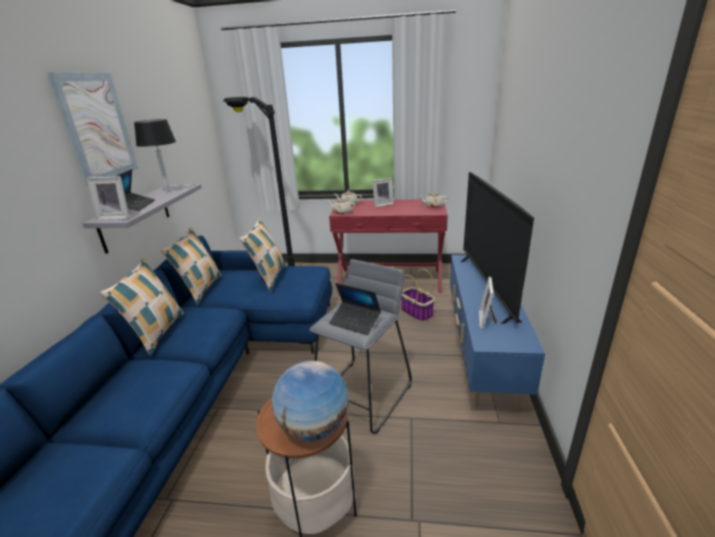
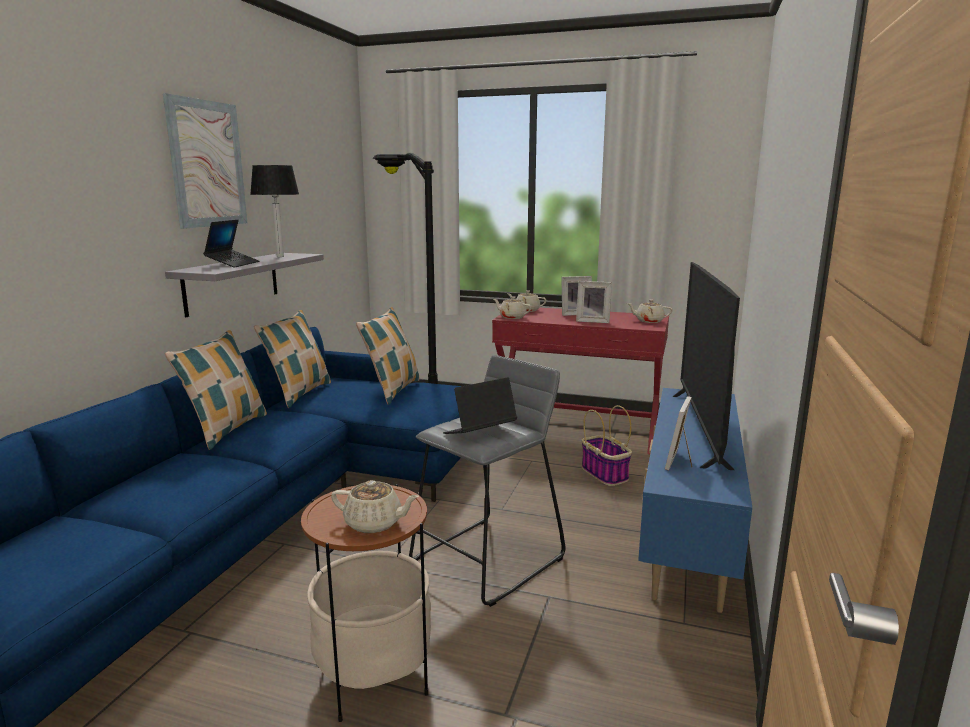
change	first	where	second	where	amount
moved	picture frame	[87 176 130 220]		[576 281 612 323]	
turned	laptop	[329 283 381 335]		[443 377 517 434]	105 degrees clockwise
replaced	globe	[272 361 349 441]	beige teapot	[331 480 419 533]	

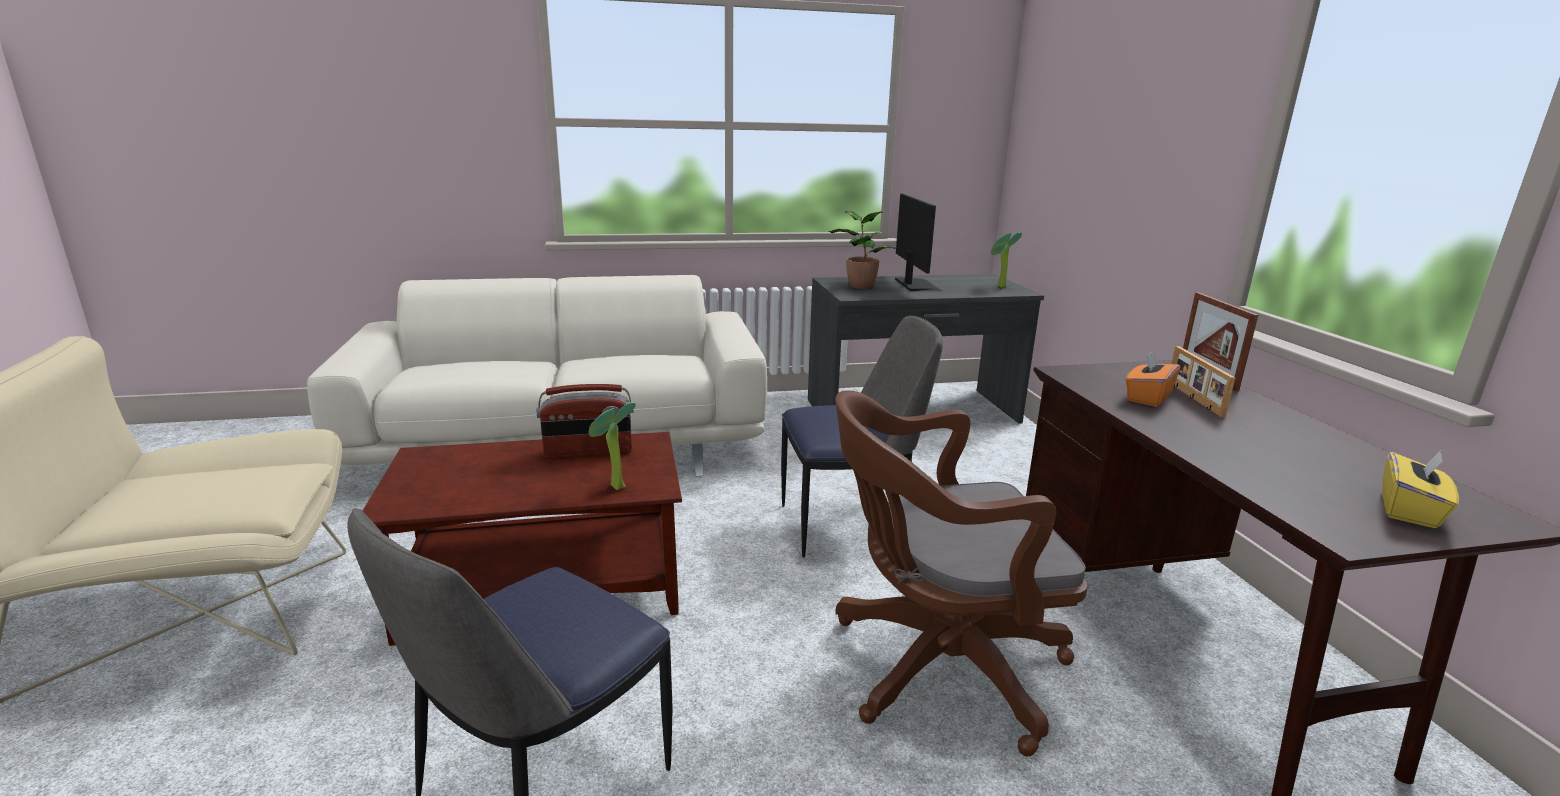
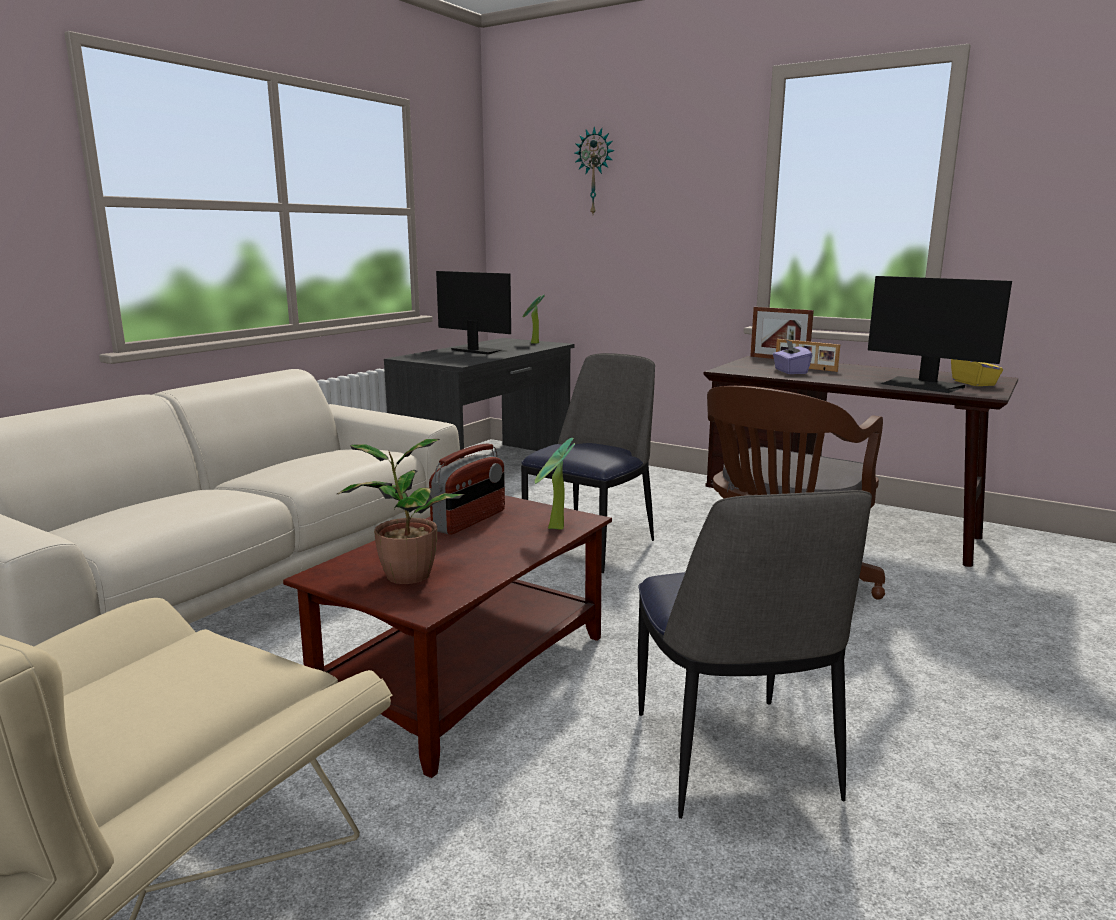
change	first	where	second	where	amount
moved	potted plant	[829 211 895 289]		[336 439 465 584]	
recoloured	orange tissue box	[1125 350 1180 407]	purple tissue box	[773 340 812 374]	
added			wall clock	[575 126 615 214]	
added			monitor	[868 276 1012 393]	

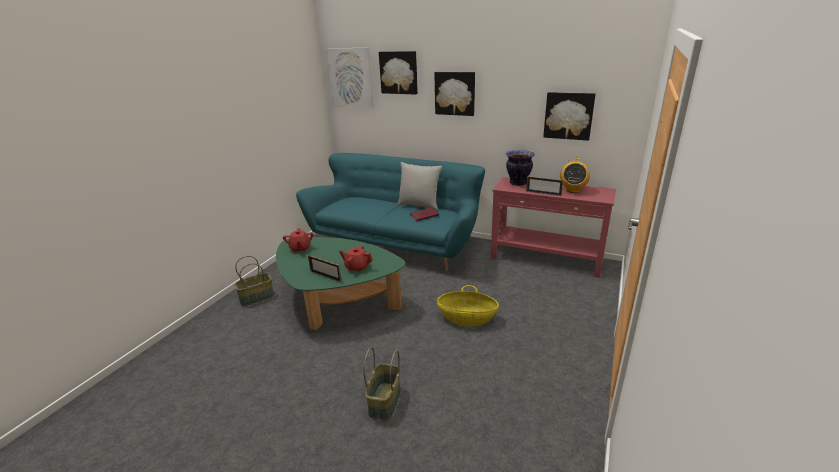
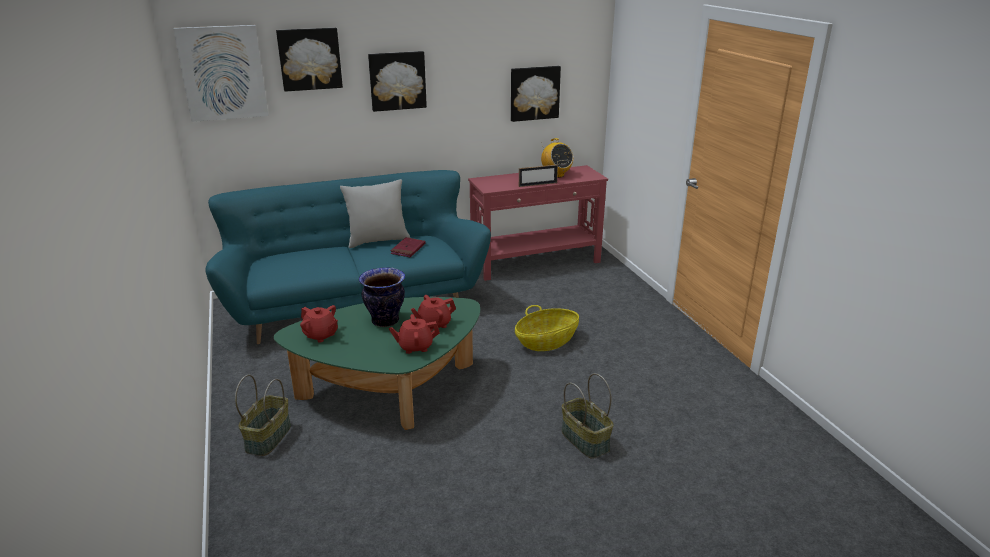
change	first	where	second	where	amount
moved	vase	[506 150 535 186]		[359 267 405 327]	
replaced	picture frame	[308 255 342 282]	red teapot	[389 314 440 354]	

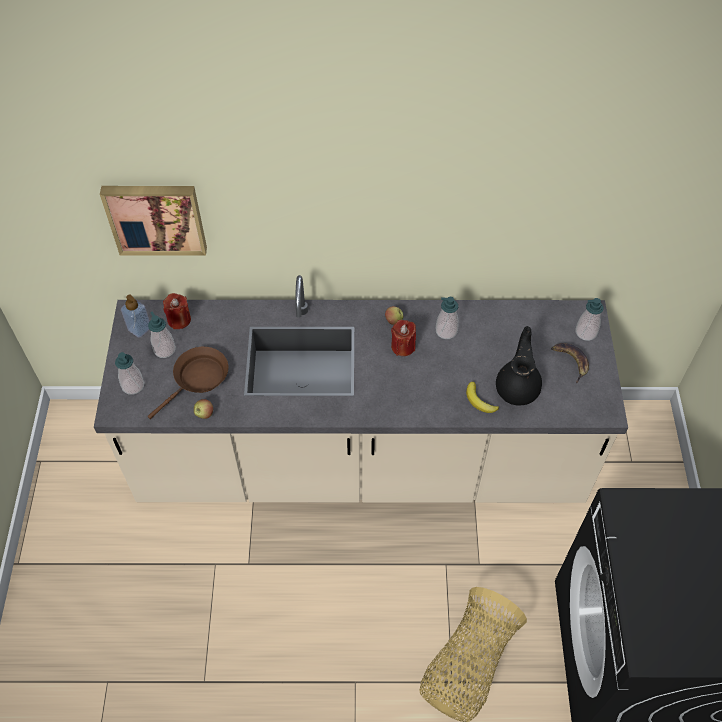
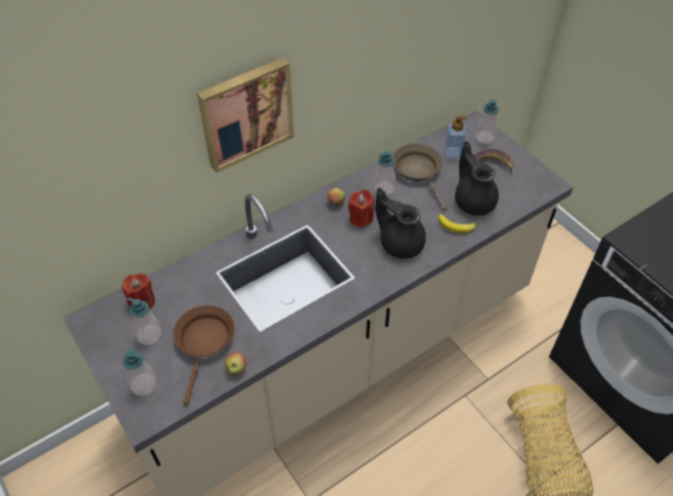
change	first	where	second	where	amount
moved	picture	[100 186 207 256]		[197 58 294 173]	
moved	soap dispenser	[121 295 150 338]		[444 115 467 159]	
added			brown frying pan	[393 144 447 211]	
added			black teapot	[375 188 426 259]	

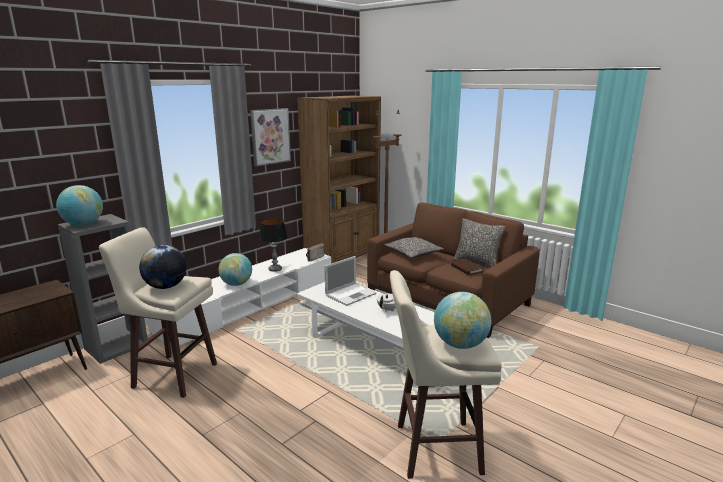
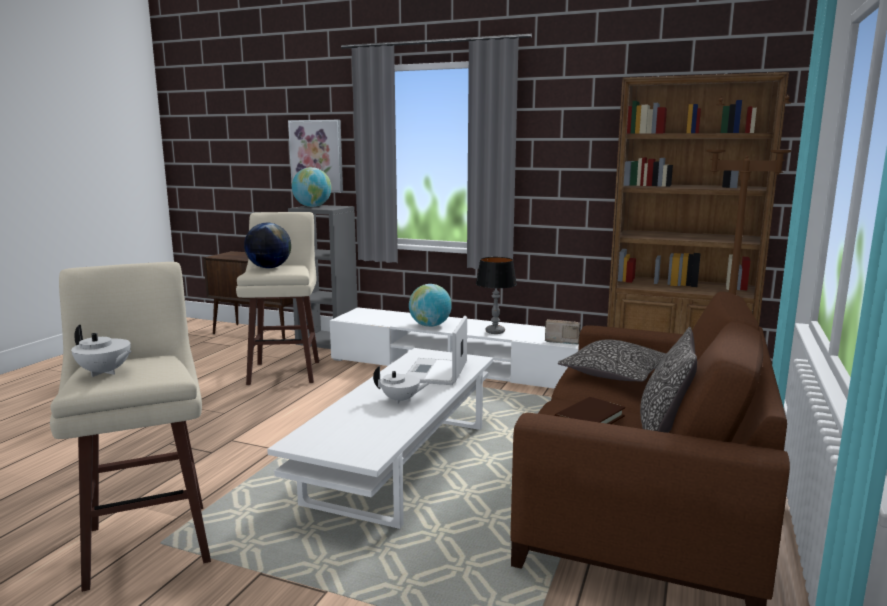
change	first	where	second	where	amount
moved	picture	[250 108 291 167]		[288 120 343 193]	
turned	laptop	[324 256 376 306]		[406 316 467 385]	75 degrees clockwise
replaced	globe	[434 292 491 349]	white teapot	[71 325 131 377]	

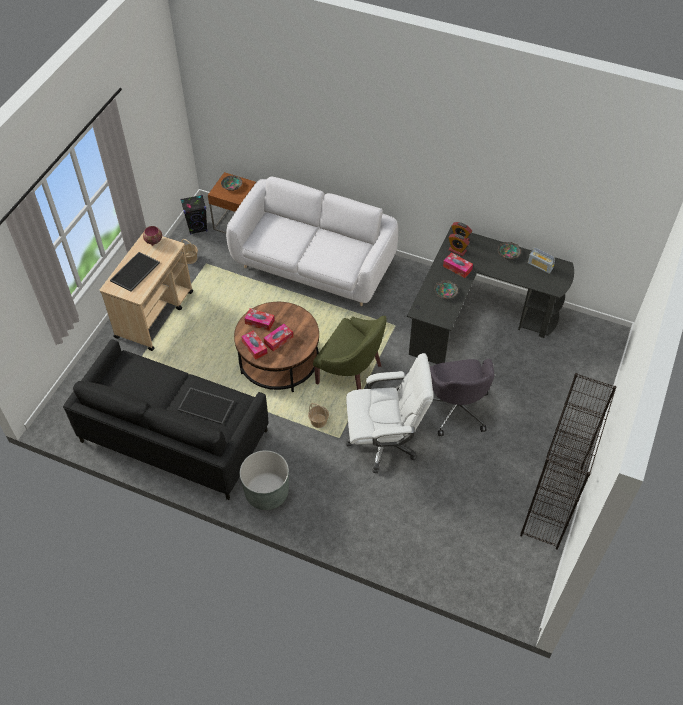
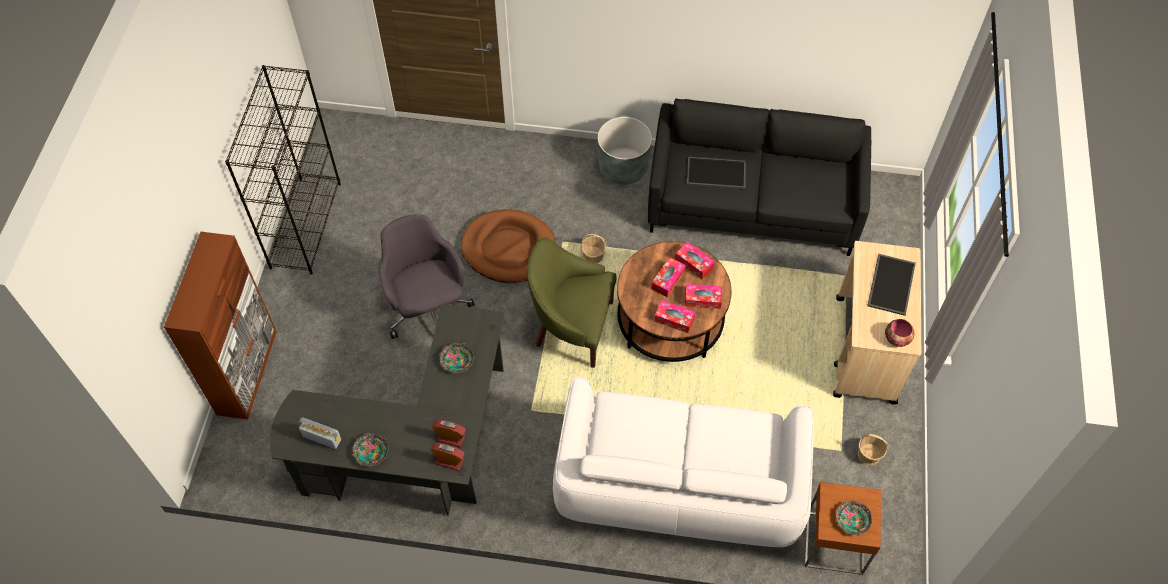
change	first	where	second	where	amount
removed	black speaker	[180 195 207 235]			
moved	tissue box	[443 253 473 278]		[654 300 696 333]	
replaced	white office chair	[346 353 433 473]	brown dog bed	[460 209 555 283]	
added			brown cabinet	[164 232 277 419]	

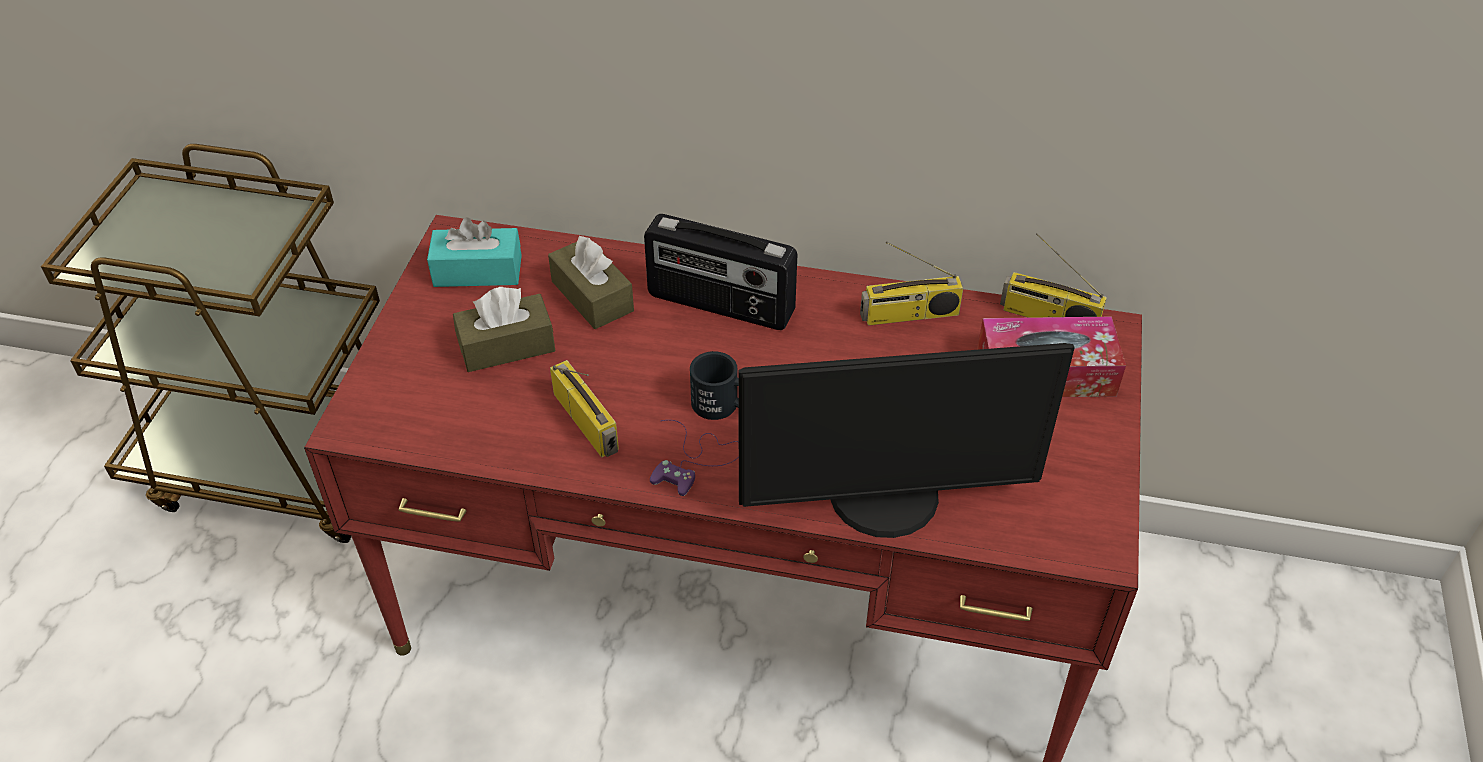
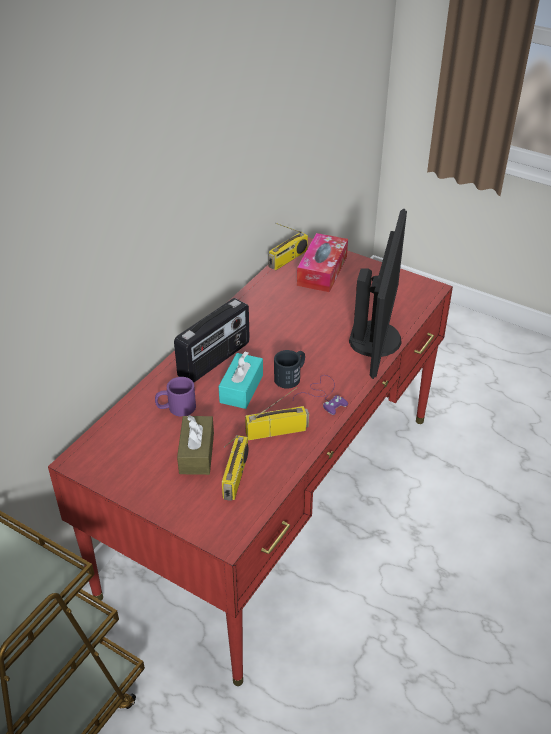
change	first	where	second	where	amount
moved	turquoise tissue box	[427 217 522 287]		[218 352 263 409]	
replaced	brown tissue box	[548 236 634 329]	purple mug	[155 377 196 417]	
moved	radio	[860 241 963 325]		[222 435 248 501]	

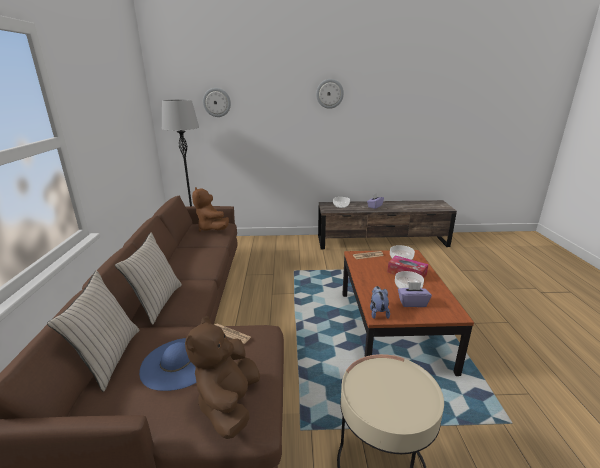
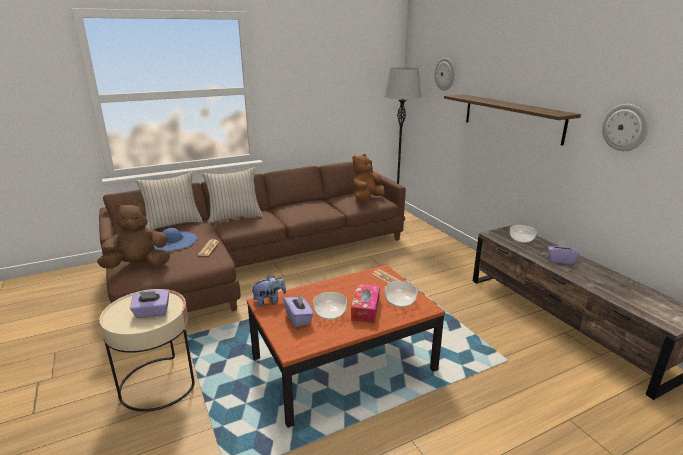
change	first	where	second	where	amount
moved	wall clock	[316 79 344 109]		[602 104 649 151]	
added			shelf	[444 94 581 146]	
added			purple tissue box	[130 289 169 318]	

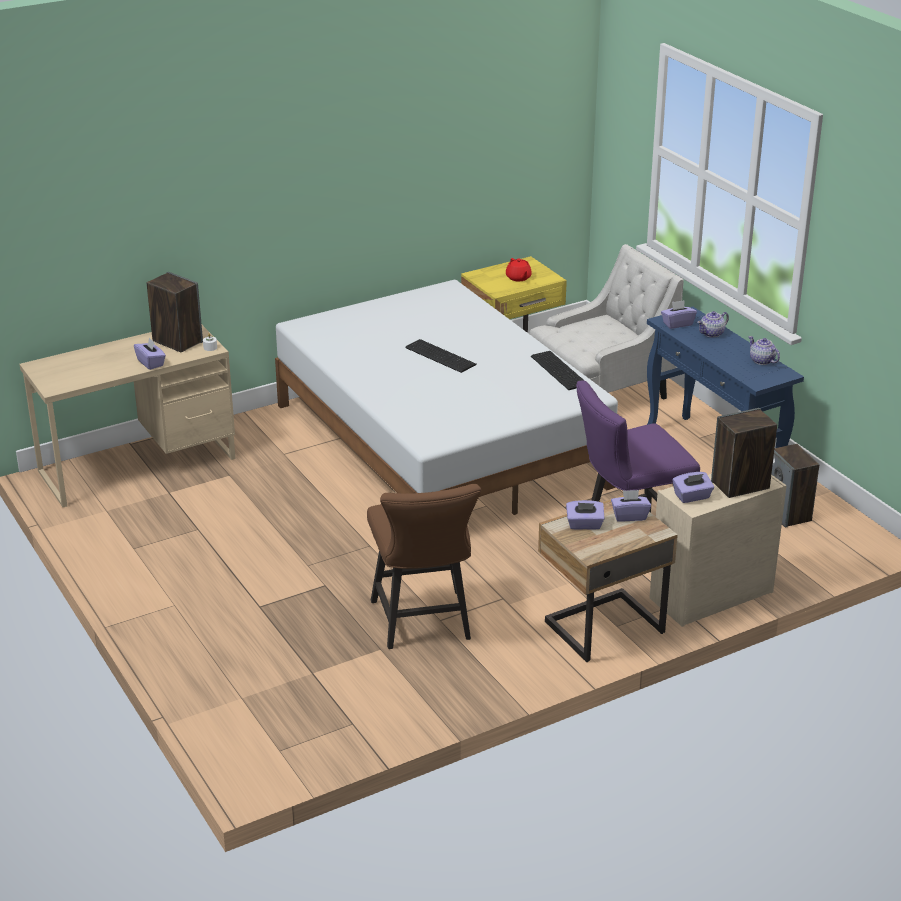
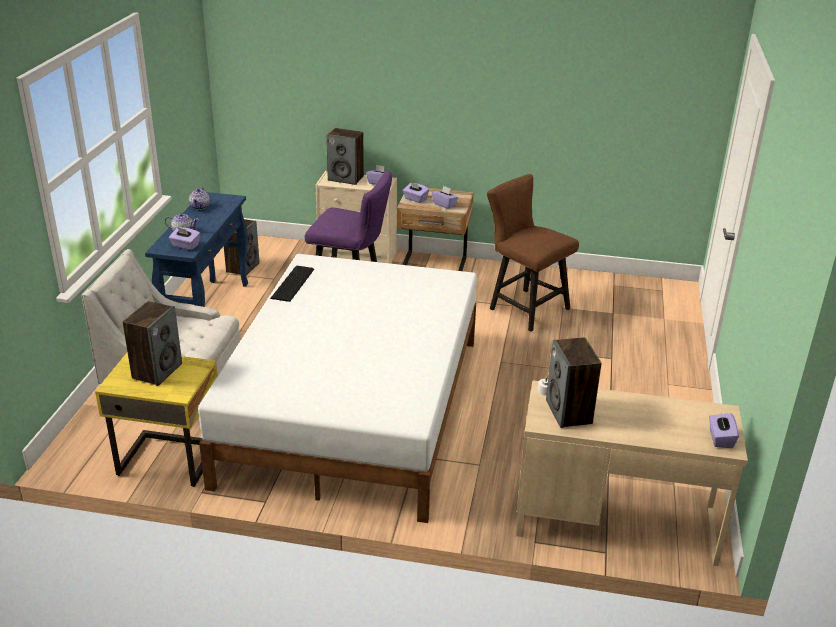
change	first	where	second	where	amount
replaced	red teapot	[506 258 532 281]	speaker	[123 301 182 386]	
moved	purple tissue box	[134 337 166 370]		[709 412 739 448]	
removed	keyboard	[405 339 477 373]			
turned	brown chair	[367 484 481 649]		[487 174 579 332]	75 degrees counterclockwise

